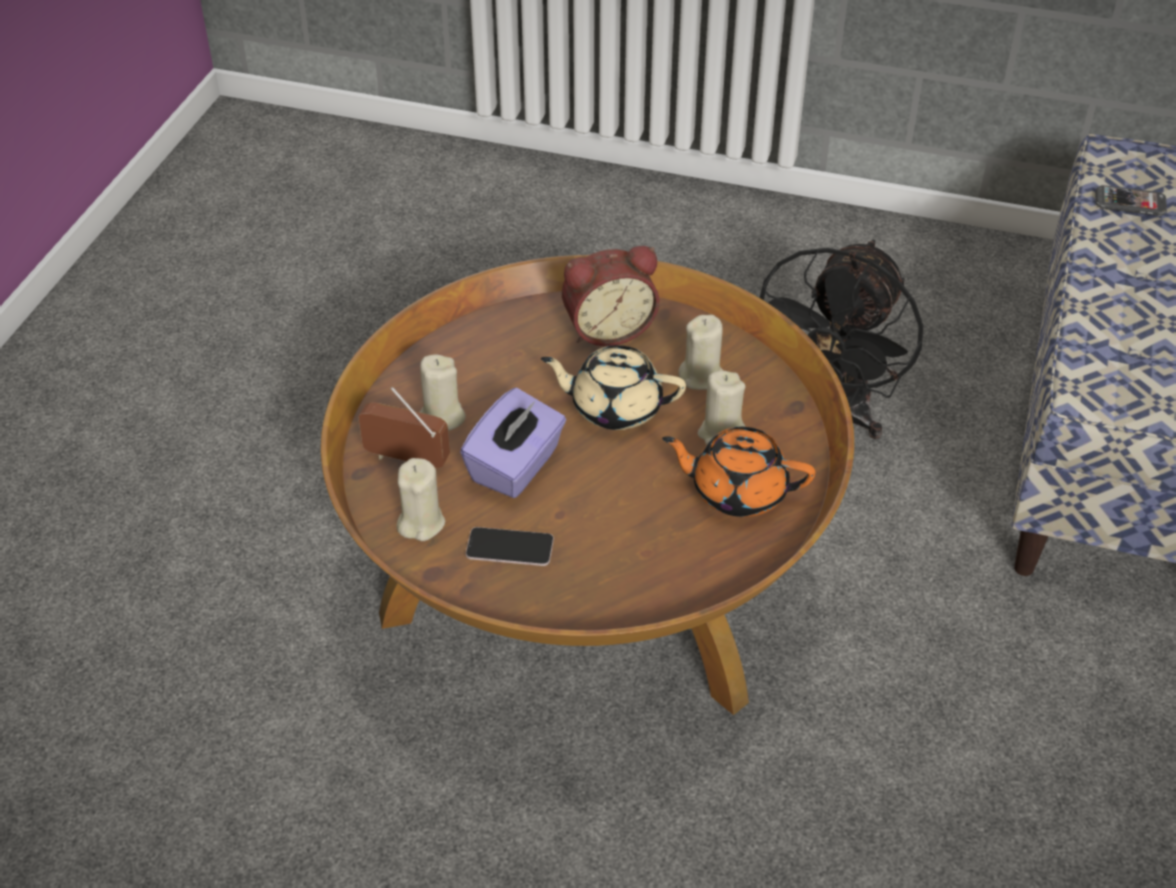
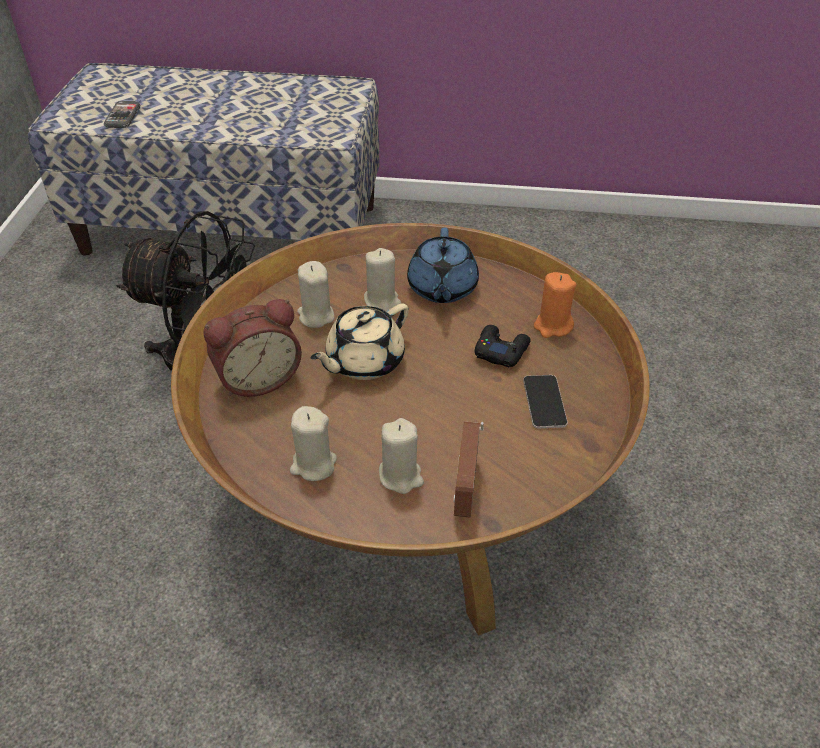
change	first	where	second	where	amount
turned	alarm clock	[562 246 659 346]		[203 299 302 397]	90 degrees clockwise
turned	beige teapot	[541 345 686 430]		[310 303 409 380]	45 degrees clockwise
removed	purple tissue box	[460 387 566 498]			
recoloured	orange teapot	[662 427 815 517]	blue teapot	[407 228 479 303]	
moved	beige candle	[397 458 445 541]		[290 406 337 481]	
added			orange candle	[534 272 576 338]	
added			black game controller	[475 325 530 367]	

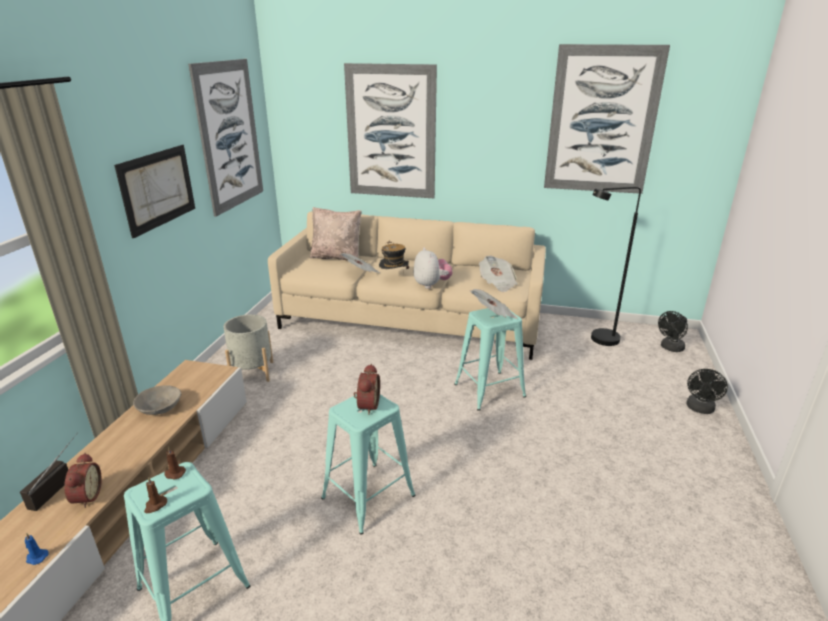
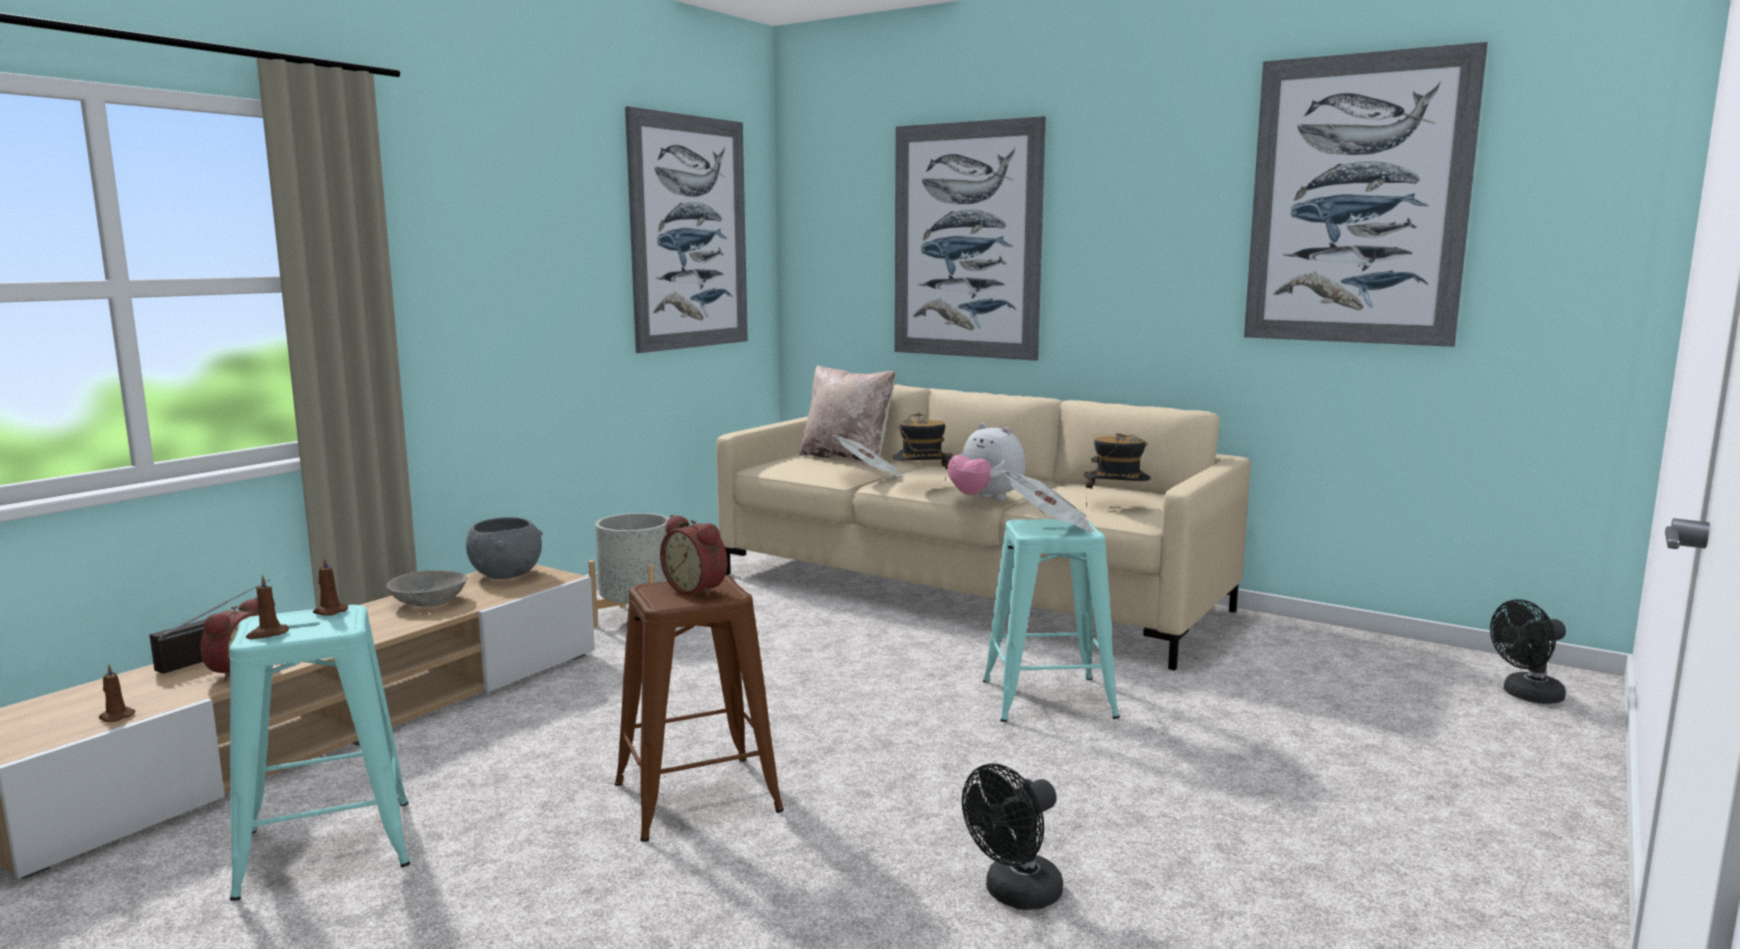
change	first	where	second	where	amount
removed	picture	[114 145 195 238]			
removed	black floor lamp	[591 187 641 346]			
turned	plush toy	[414 247 452 289]		[947 423 1025 500]	135 degrees clockwise
replaced	newspaper	[479 255 518 292]	hat	[1084 433 1151 508]	
turned	alarm clock	[354 364 380 415]		[660 515 727 598]	105 degrees clockwise
moved	black fan	[686 369 728 414]		[962 763 1063 910]	
recoloured	turquoise stool	[321 394 416 535]	brown stool	[615 575 784 842]	
recoloured	blue candle	[25 533 49 565]	brown candle	[99 664 135 722]	
added			grey bowl	[466 517 543 579]	

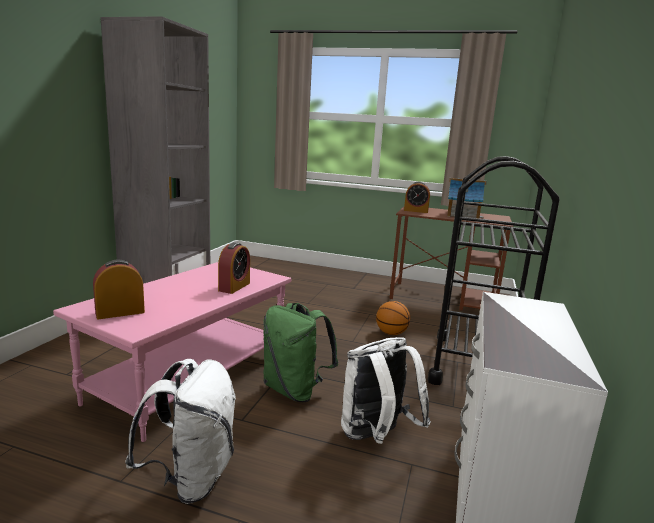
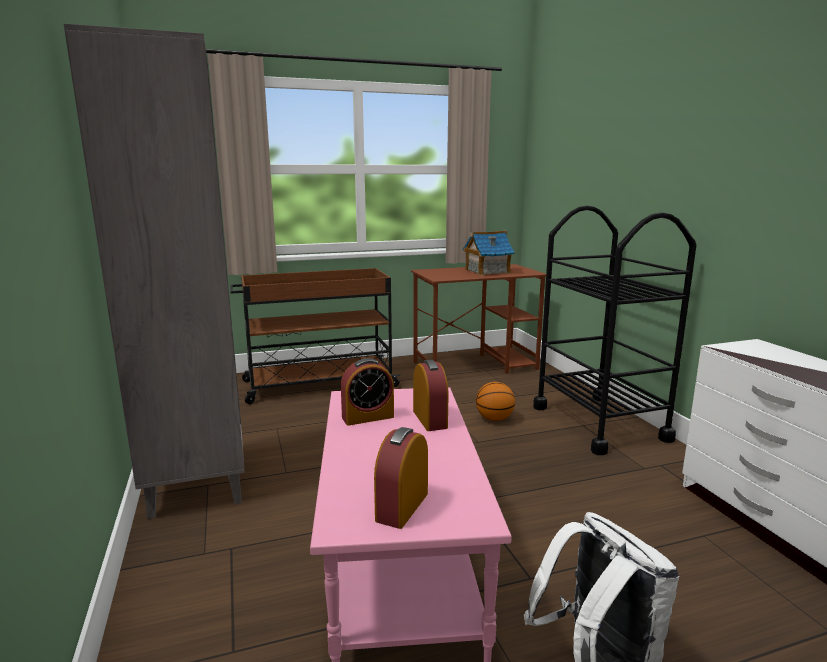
change	first	where	second	where	amount
moved	alarm clock	[404 181 430 213]		[341 358 394 426]	
removed	green backpack	[263 303 338 402]			
removed	white backpack	[341 337 431 444]			
added			brown cart	[230 268 402 404]	

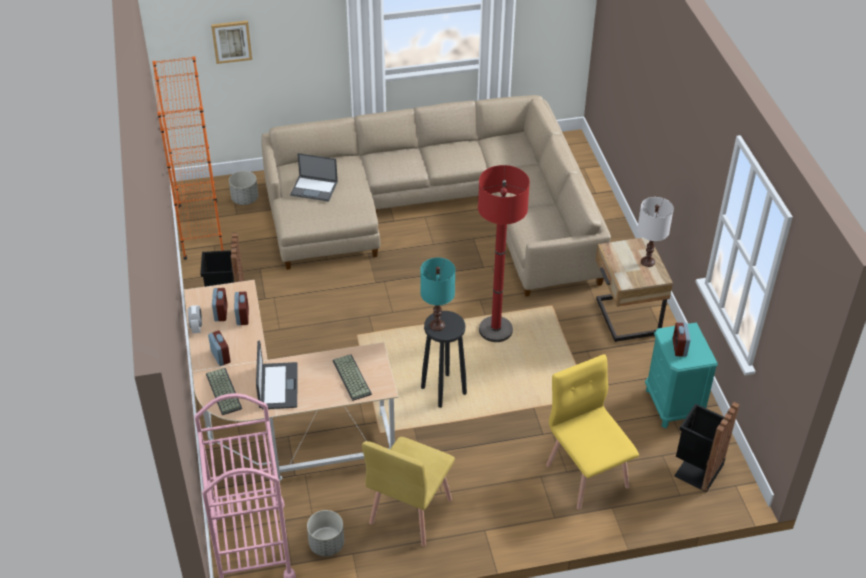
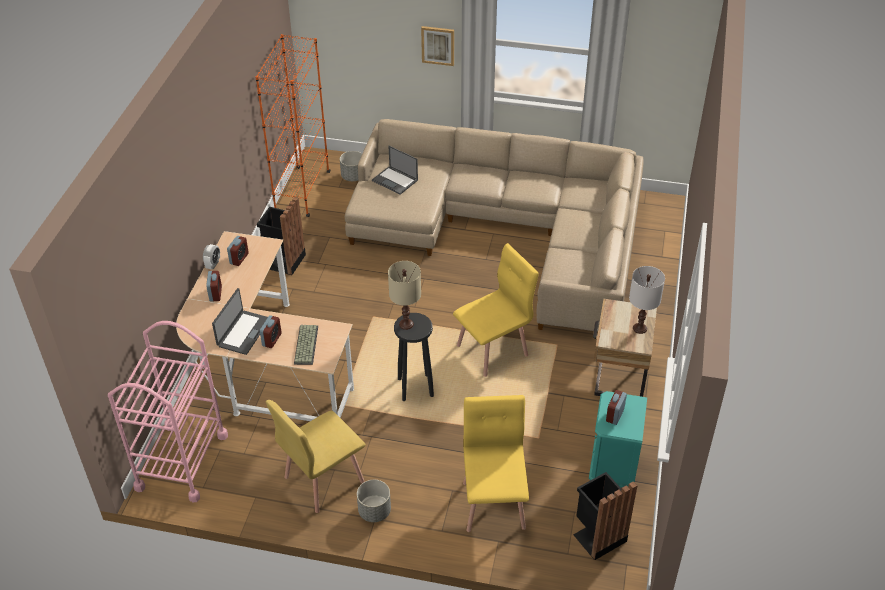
change	first	where	second	where	amount
moved	picture	[211 20 252 64]		[421 26 454 66]	
replaced	red floor lamp	[478 165 530 342]	yellow chair	[453 243 539 377]	
recoloured	turquoise table lamp	[420 258 455 331]	beige table lamp	[388 261 421 330]	
moved	alarm clock	[234 292 249 325]		[260 315 282 348]	
removed	keyboard	[206 368 242 415]			
moved	grey planter	[307 510 344 556]		[357 480 391 522]	

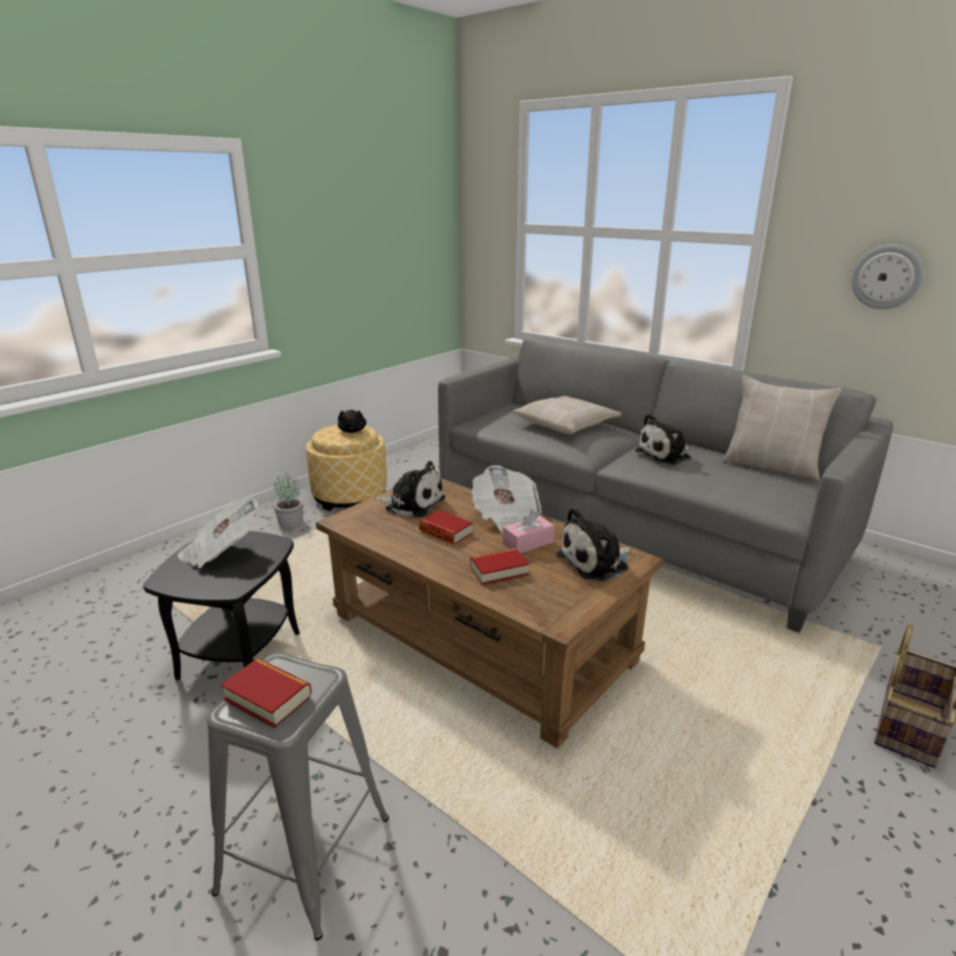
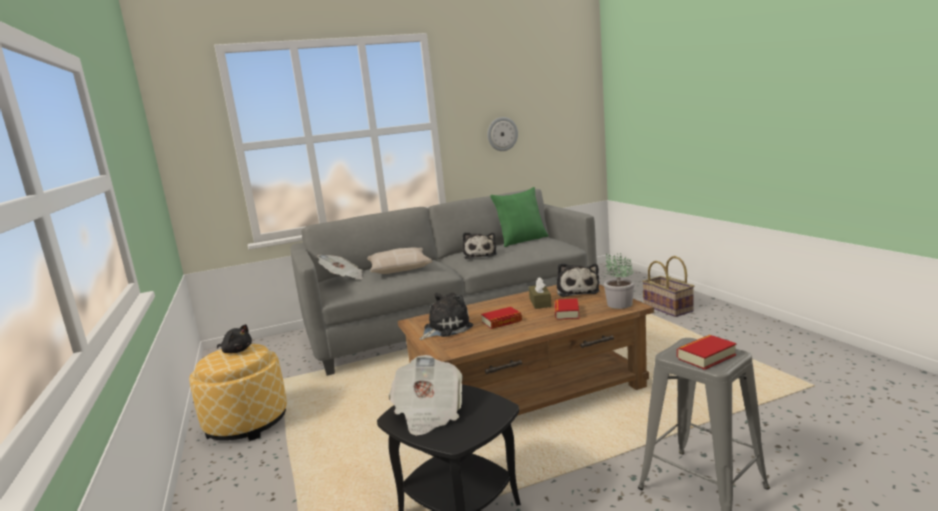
change	first	where	second	where	amount
recoloured	beige pillow	[722 375 842 481]	green pillow	[490 187 548 247]	
moved	newspaper	[472 465 542 534]		[317 255 363 279]	
moved	potted plant	[274 473 303 529]		[604 253 635 309]	
recoloured	pink tissue box	[503 509 554 553]	brown tissue box	[529 277 552 309]	

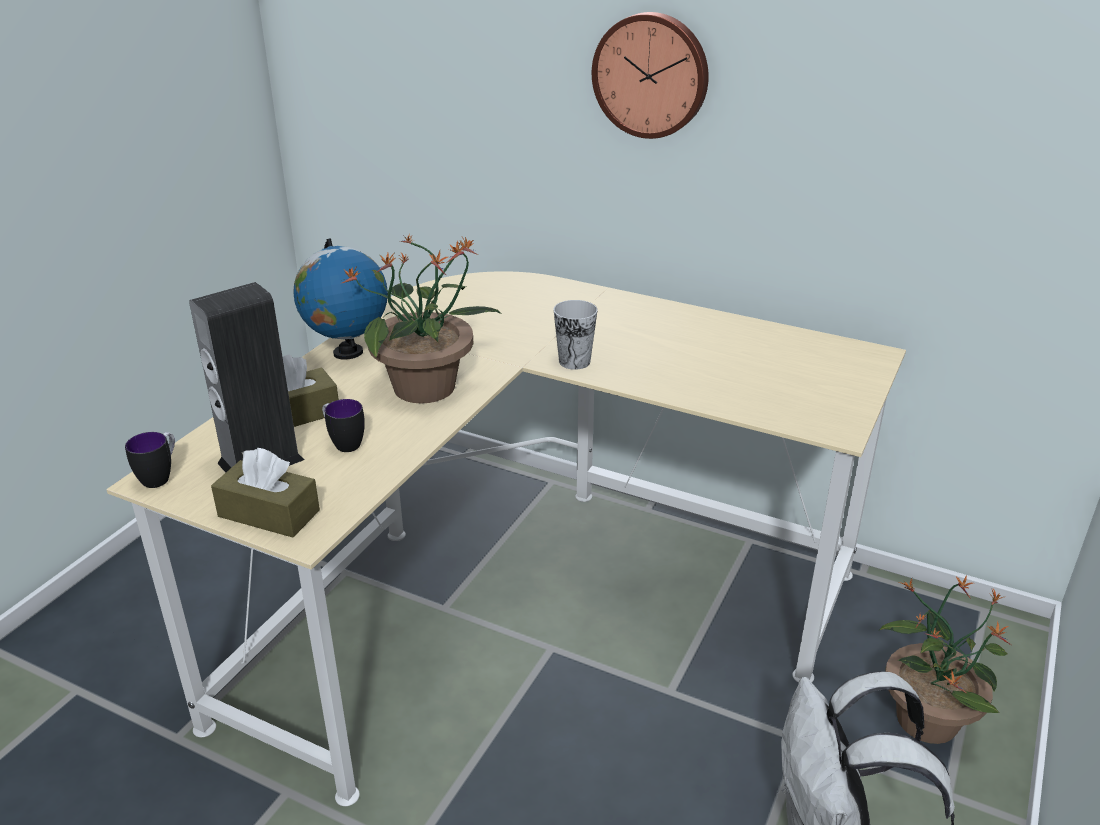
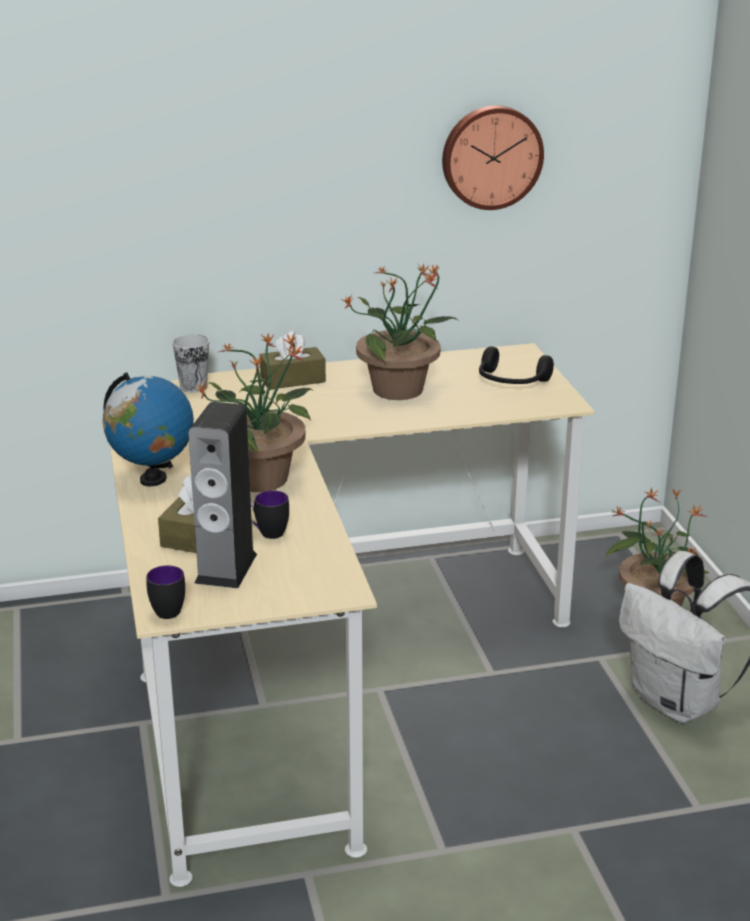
change	first	where	second	where	amount
moved	wall clock	[592 12 709 139]		[442 105 544 210]	
moved	cup	[554 300 598 370]		[172 334 209 392]	
moved	brown tissue box	[211 448 320 538]		[260 331 326 389]	
added			potted plant	[340 264 458 400]	
added			black headphones	[479 347 554 384]	

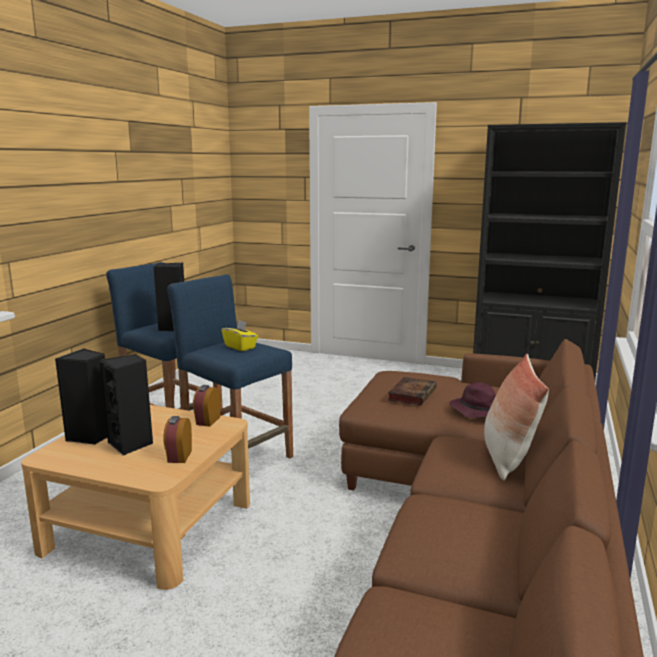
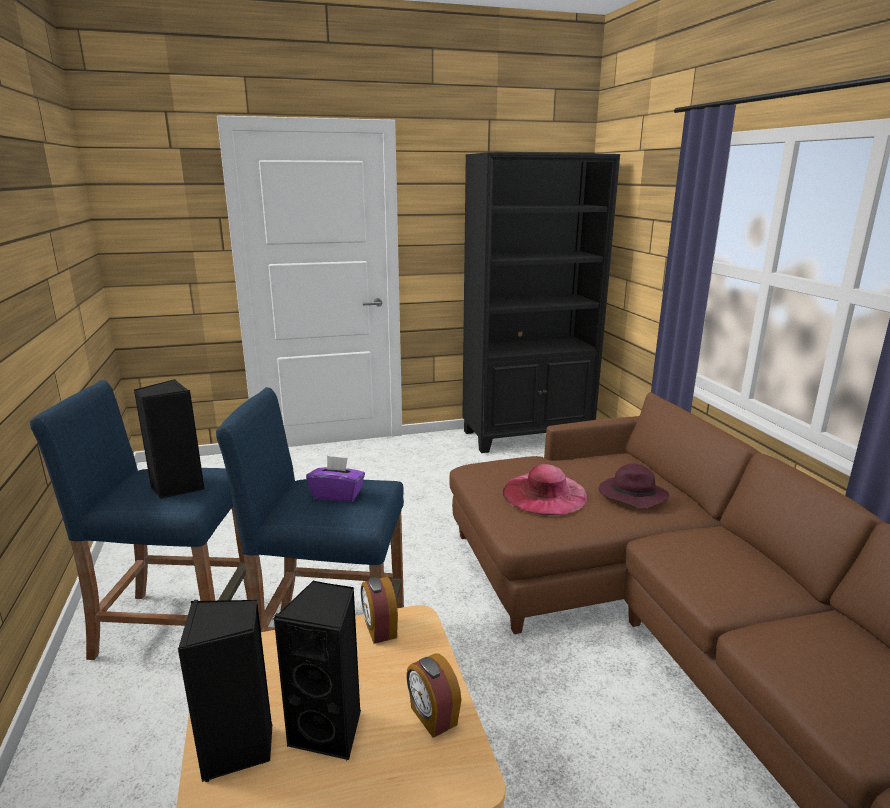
change	first	where	second	where	amount
recoloured	yellow tissue box	[222 320 258 351]	purple tissue box	[306 456 365 502]	
removed	pillow	[484 354 549 480]			
replaced	book	[388 377 437 405]	pink hat	[503 464 587 515]	

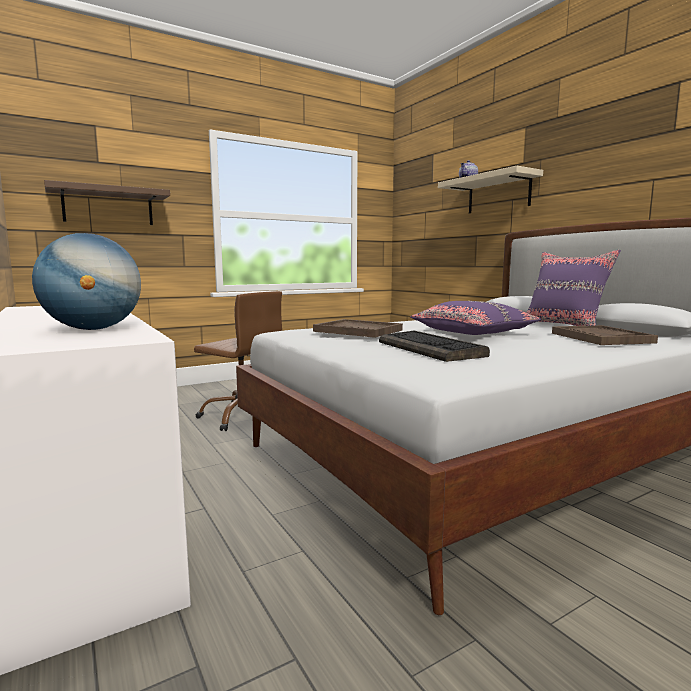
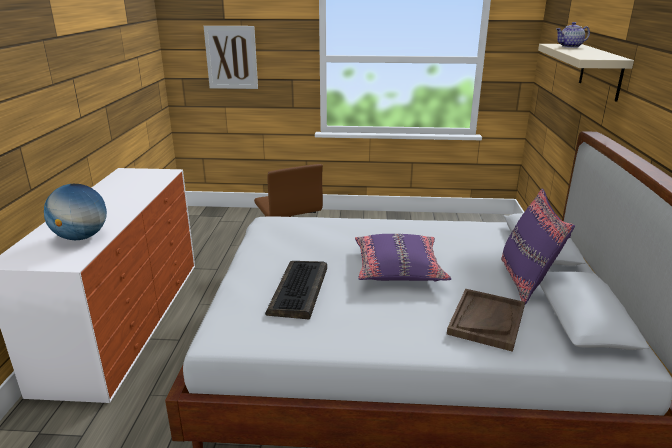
change	first	where	second	where	amount
replaced	brown shelf	[44 180 170 225]	picture	[204 26 258 89]	
removed	brown tray	[313 319 403 338]			

